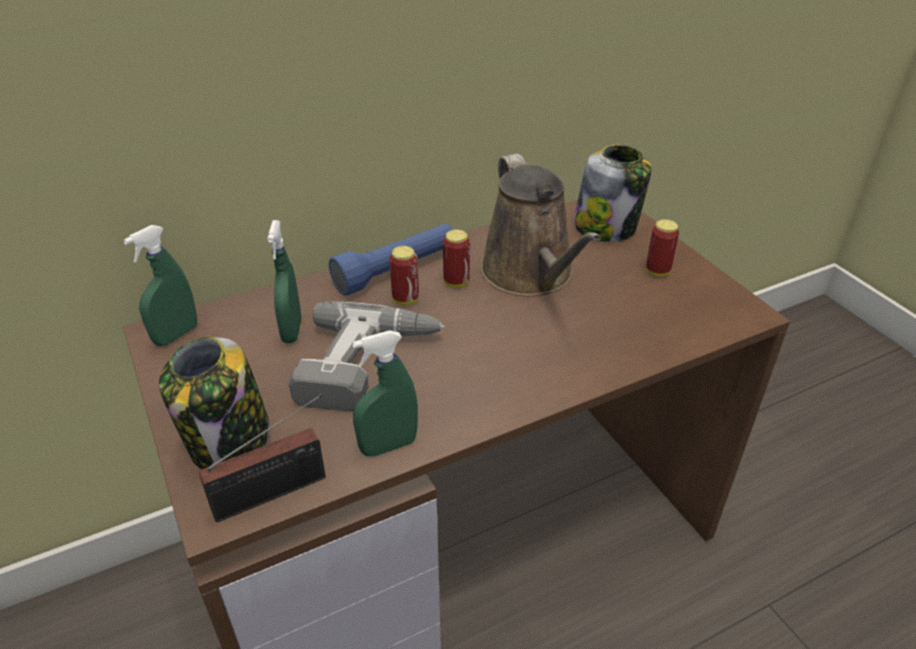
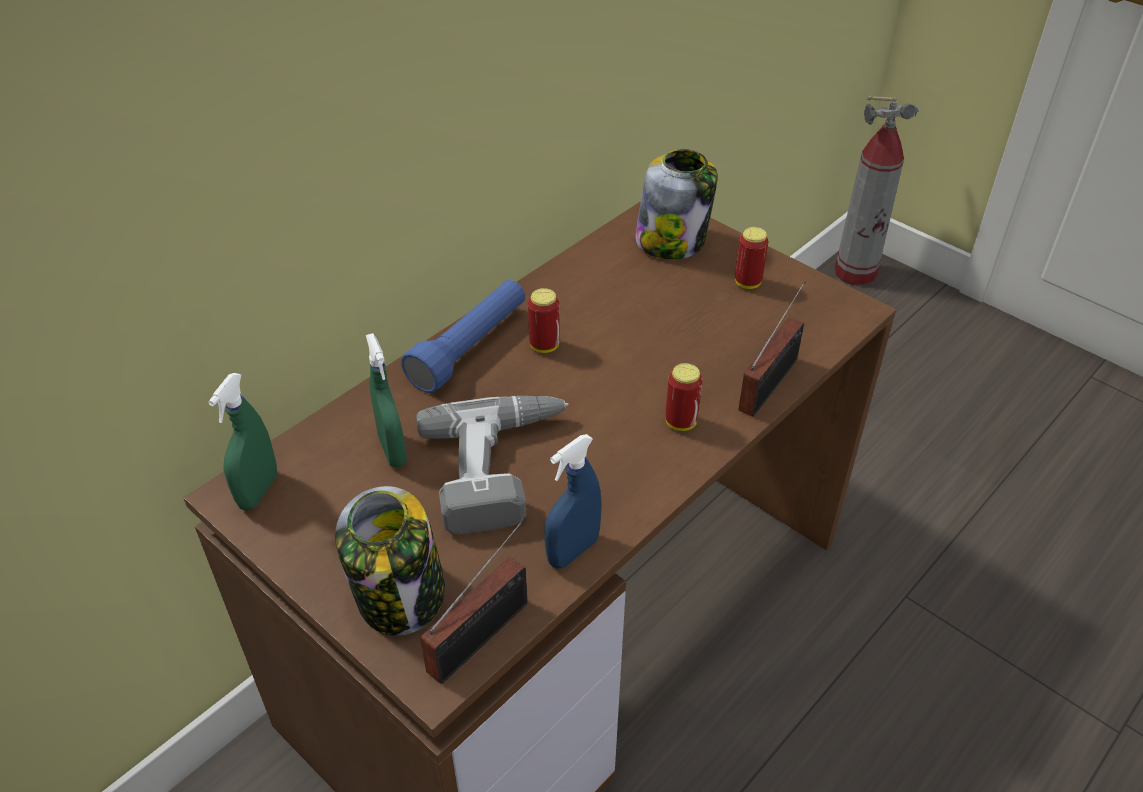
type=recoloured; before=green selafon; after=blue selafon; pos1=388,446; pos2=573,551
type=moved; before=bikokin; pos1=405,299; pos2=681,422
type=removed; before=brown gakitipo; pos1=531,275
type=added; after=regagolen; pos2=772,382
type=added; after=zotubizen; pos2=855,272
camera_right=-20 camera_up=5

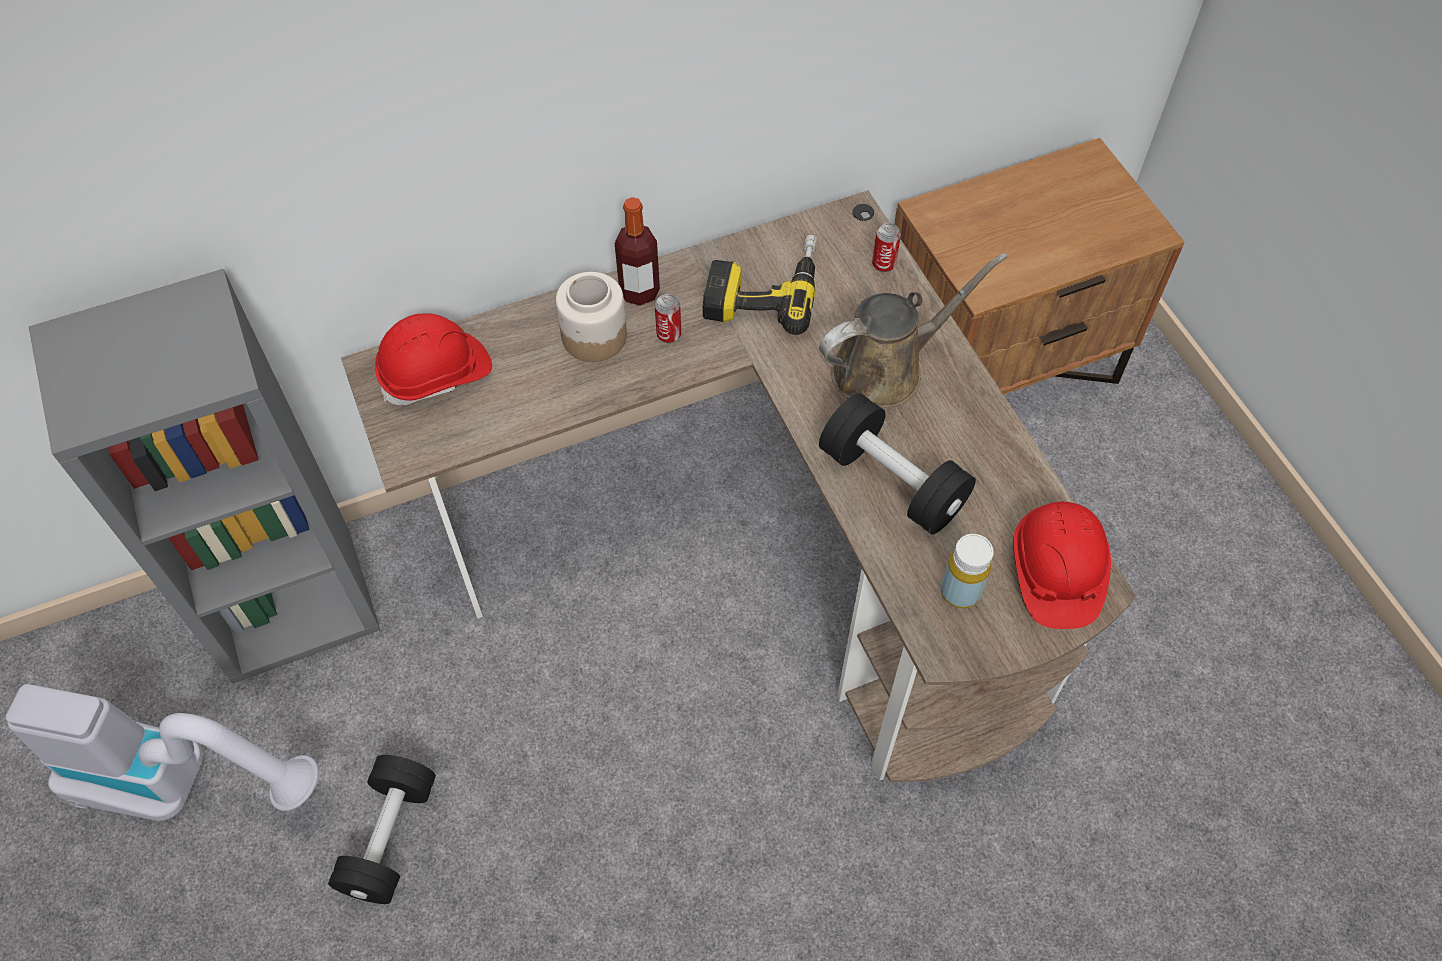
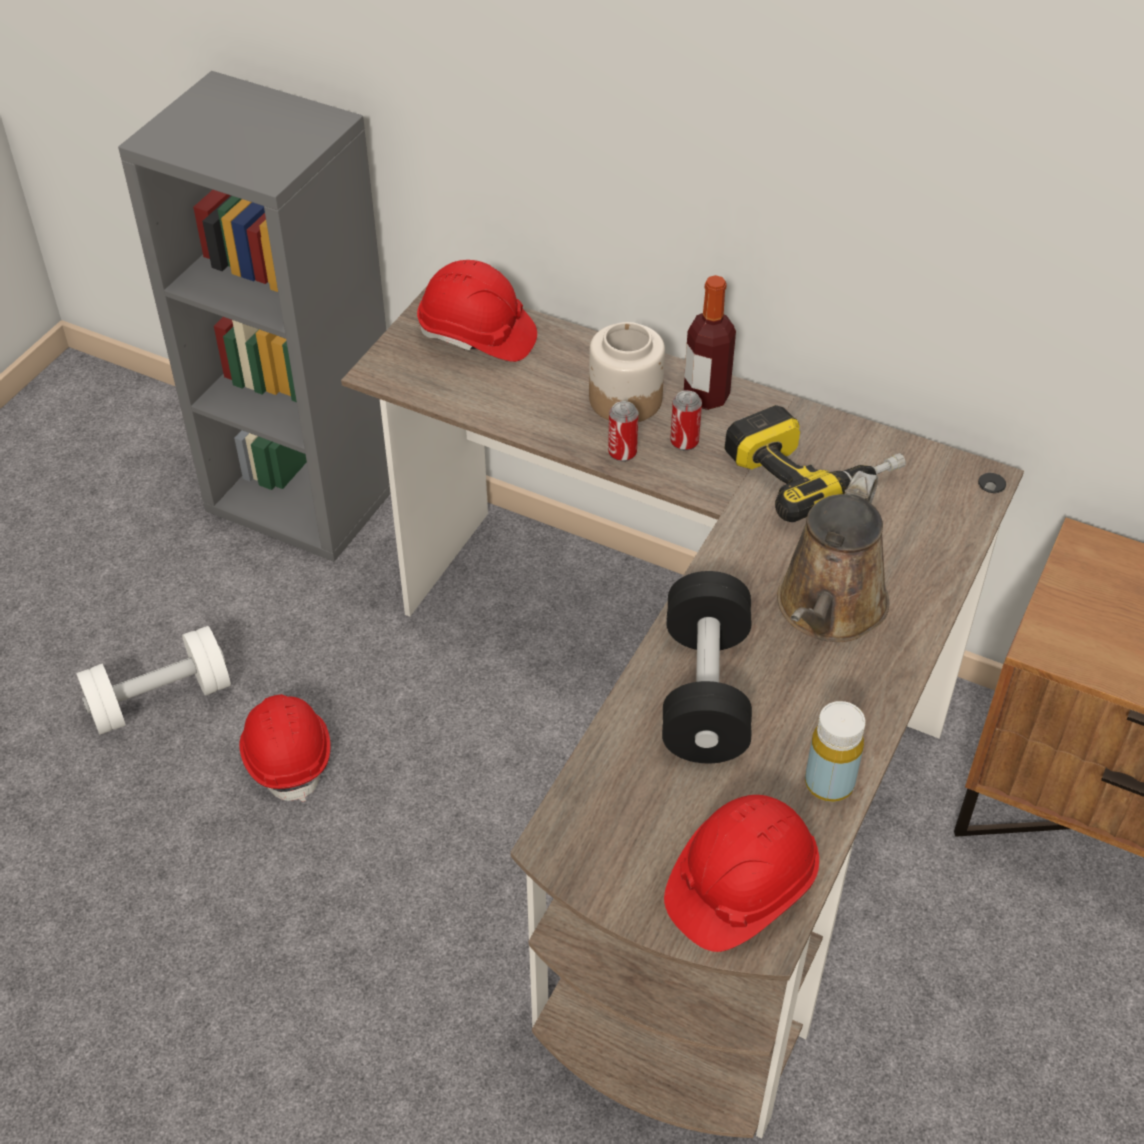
type=removed; before=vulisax; pos1=184,783
type=recoloured; before=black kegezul; after=white kegezul; pos1=390,838; pos2=160,699
type=turned; before=brown gakitipo; pos1=885,369; pos2=828,609; turn=90
type=moved; before=bikokin; pos1=883,264; pos2=622,453
type=moved; before=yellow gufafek; pos1=960,592; pos2=829,783
type=added; after=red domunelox; pos2=288,755
camera_right=50 camera_up=-10

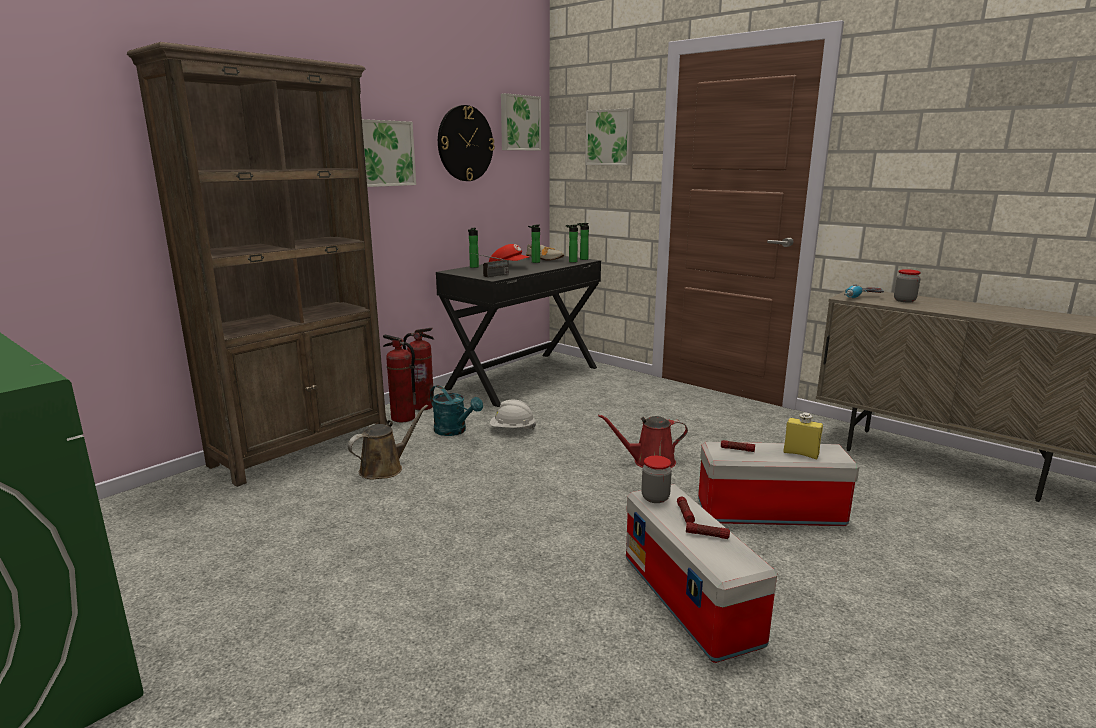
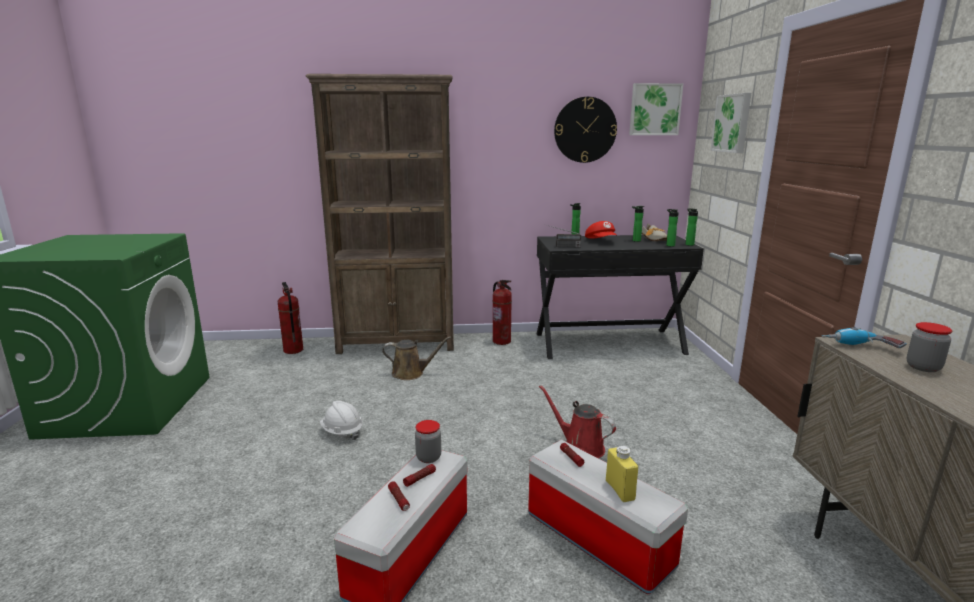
type=removed; before=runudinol; pos1=384,153
type=moved; before=zotubizen; pos1=402,418; pos2=293,350
type=removed; before=turquoise gakitipo; pos1=454,431
type=moved; before=white domunelox; pos1=512,430; pos2=342,432
camera_right=45 camera_up=0

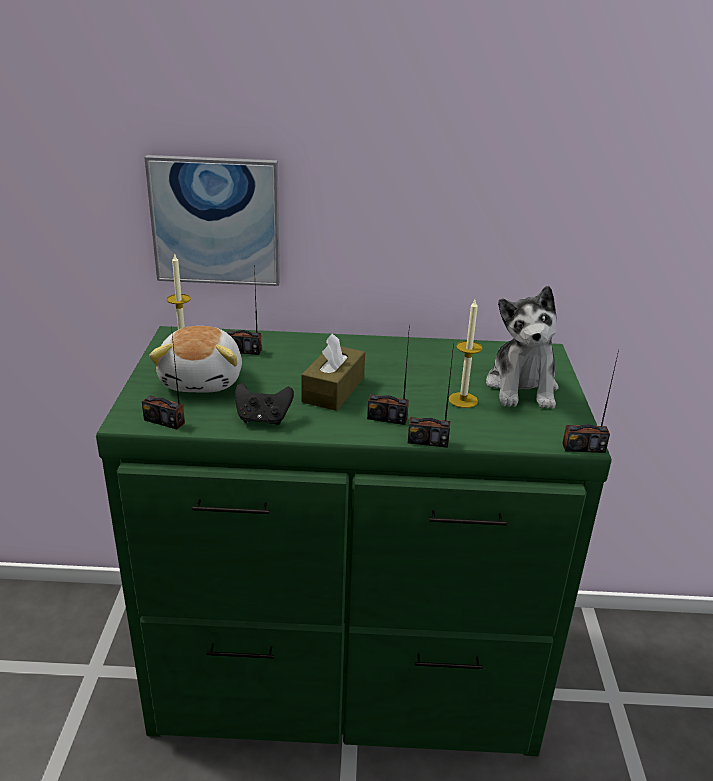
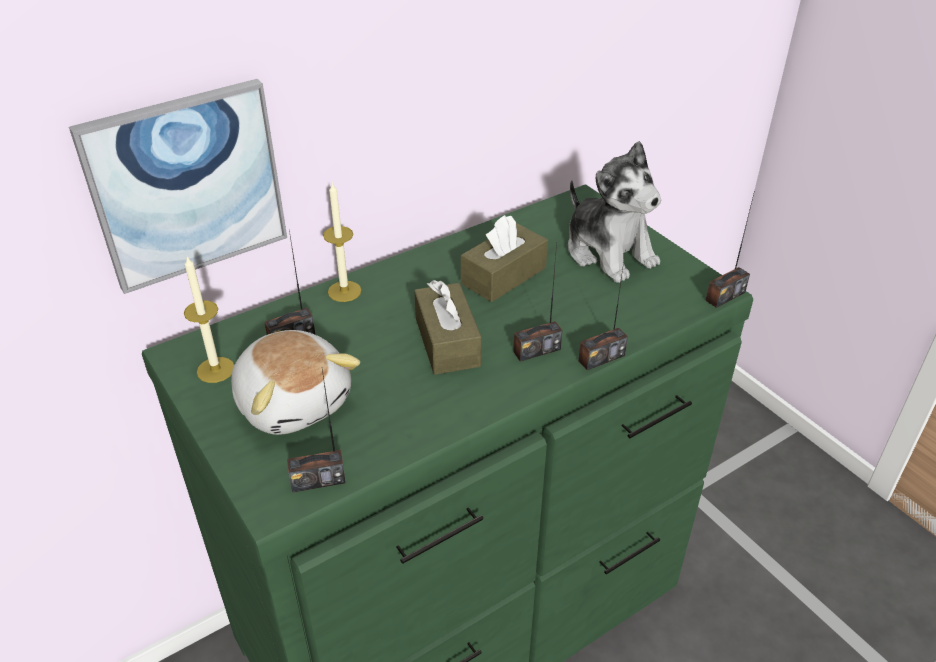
type=removed; before=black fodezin; pos1=263,419
type=moved; before=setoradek; pos1=463,400; pos2=344,291
type=added; after=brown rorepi; pos2=503,276
camera_right=-35 camera_up=10

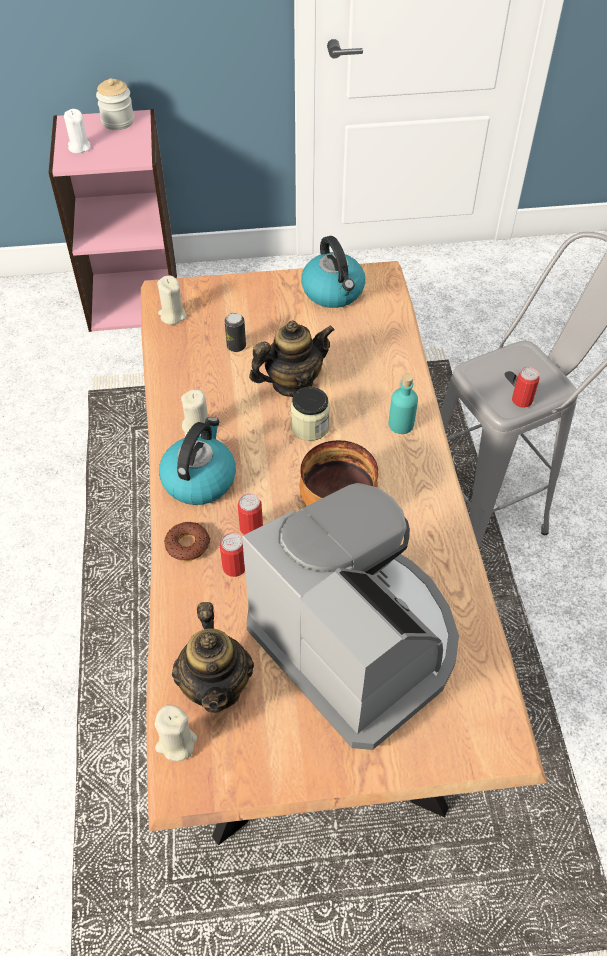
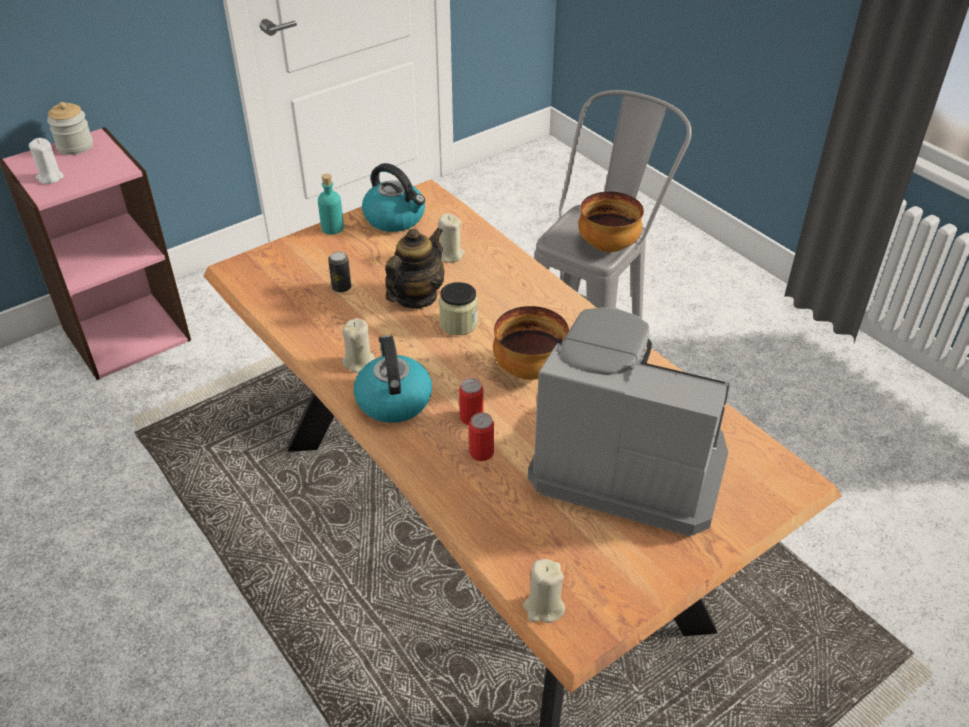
type=moved; before=beige setoradek; pos1=172,315; pos2=449,255
type=removed; before=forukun; pos1=187,544
type=removed; before=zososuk; pos1=217,685
type=moved; before=turquoise gufafek; pos1=401,424; pos2=332,228
type=replaced; before=bikokin; after=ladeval; pos1=522,400; pos2=608,247
camera_right=-30 camera_up=-10

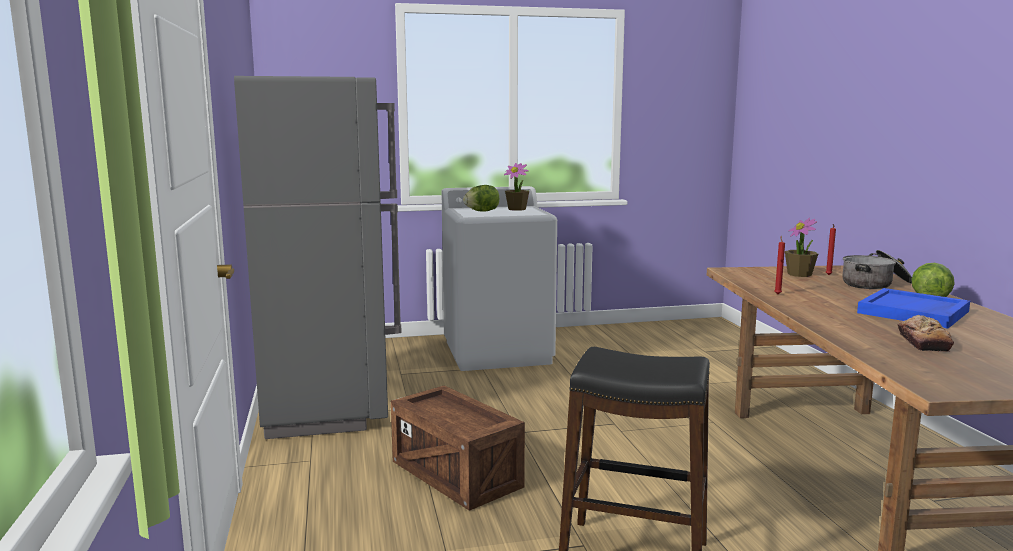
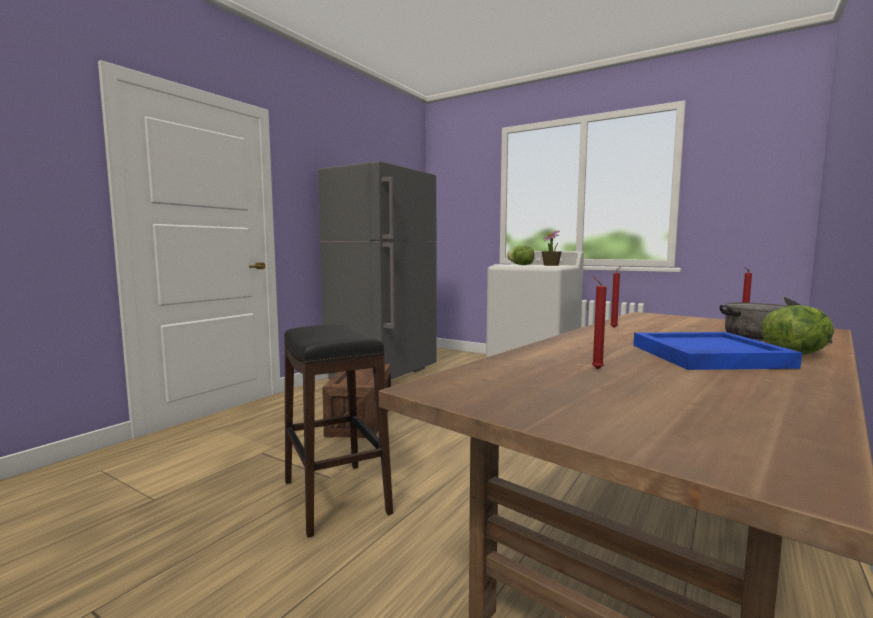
type=removed; before=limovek; pos1=799,274
type=replaced; before=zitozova; after=red setoradek; pos1=923,342; pos2=595,369
camera_right=45 camera_up=-5

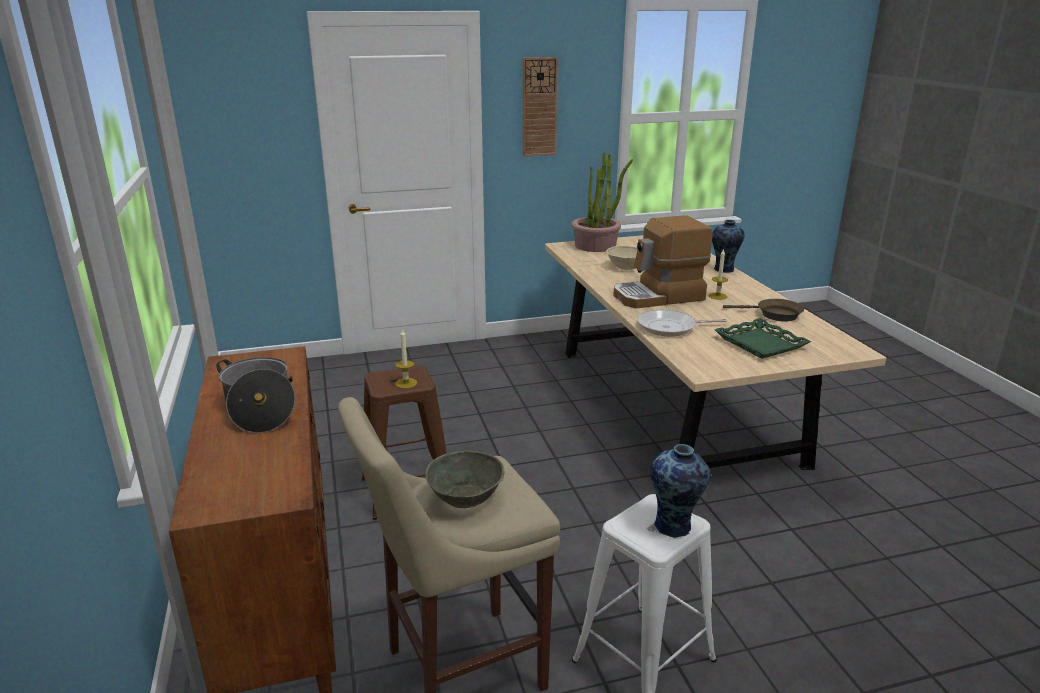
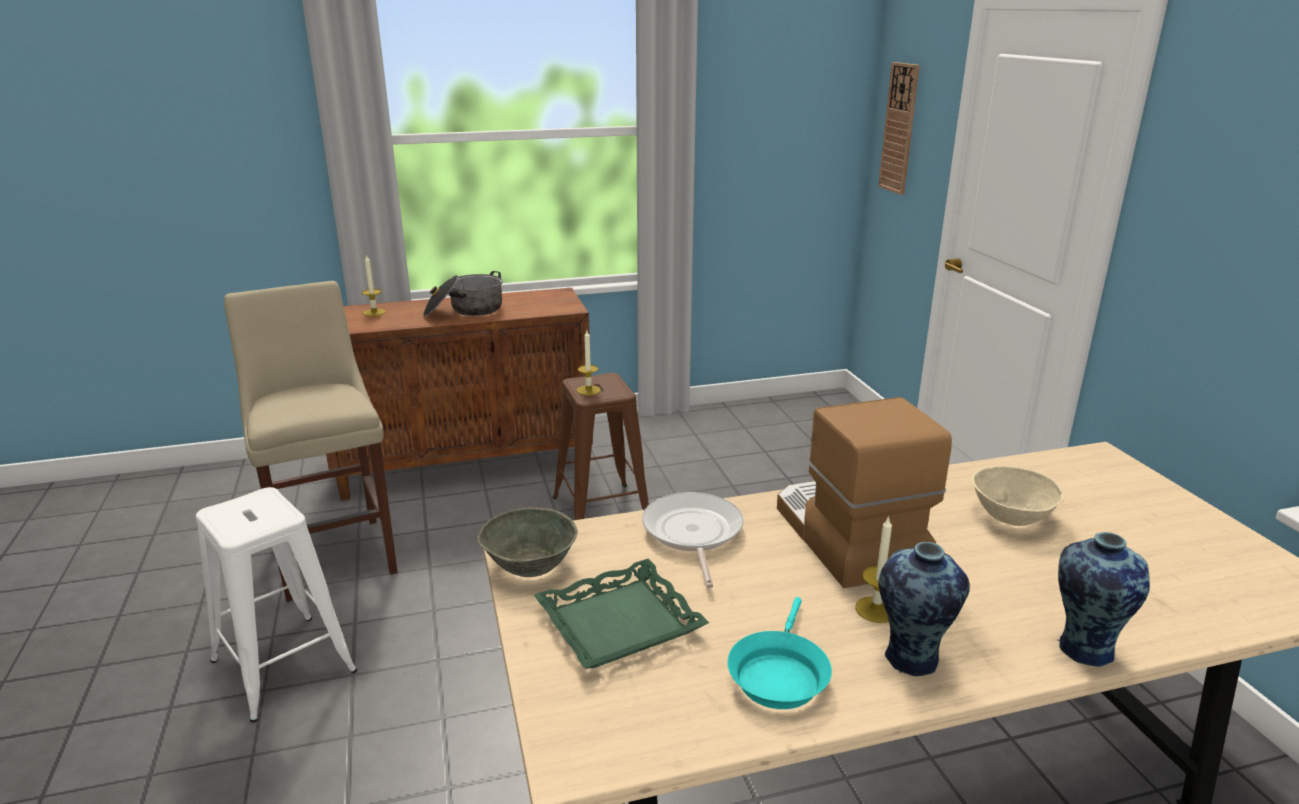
type=moved; before=grey ladeval; pos1=466,497; pos2=529,564
type=moved; before=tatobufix; pos1=539,107; pos2=899,128
type=removed; before=limovek; pos1=596,245
type=moved; before=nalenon; pos1=674,526; pos2=911,660
type=recoloured; before=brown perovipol; after=turquoise perovipol; pos1=774,315; pos2=778,674
type=added; after=setoradek; pos2=374,312
camera_right=90 camera_up=0

